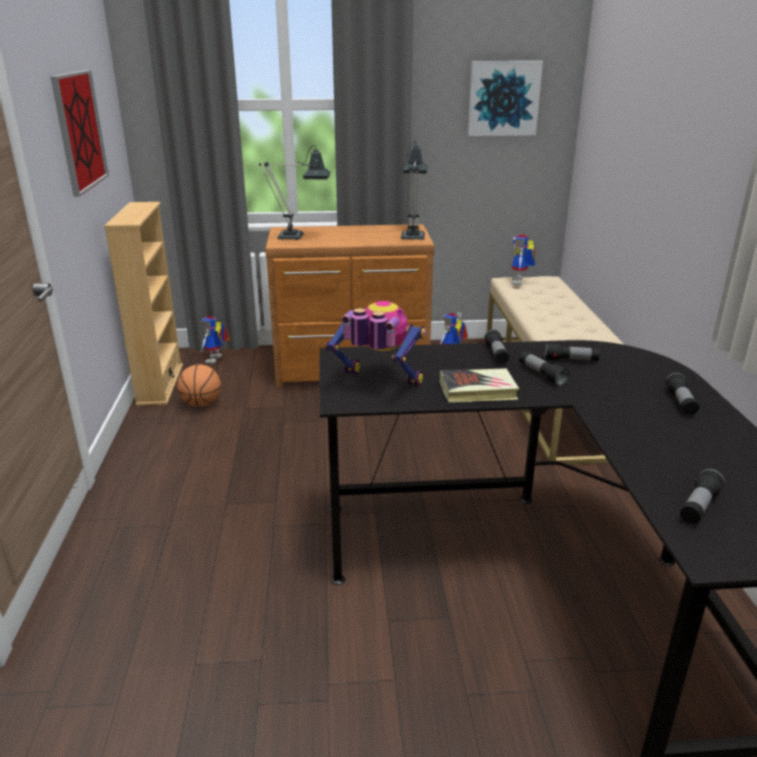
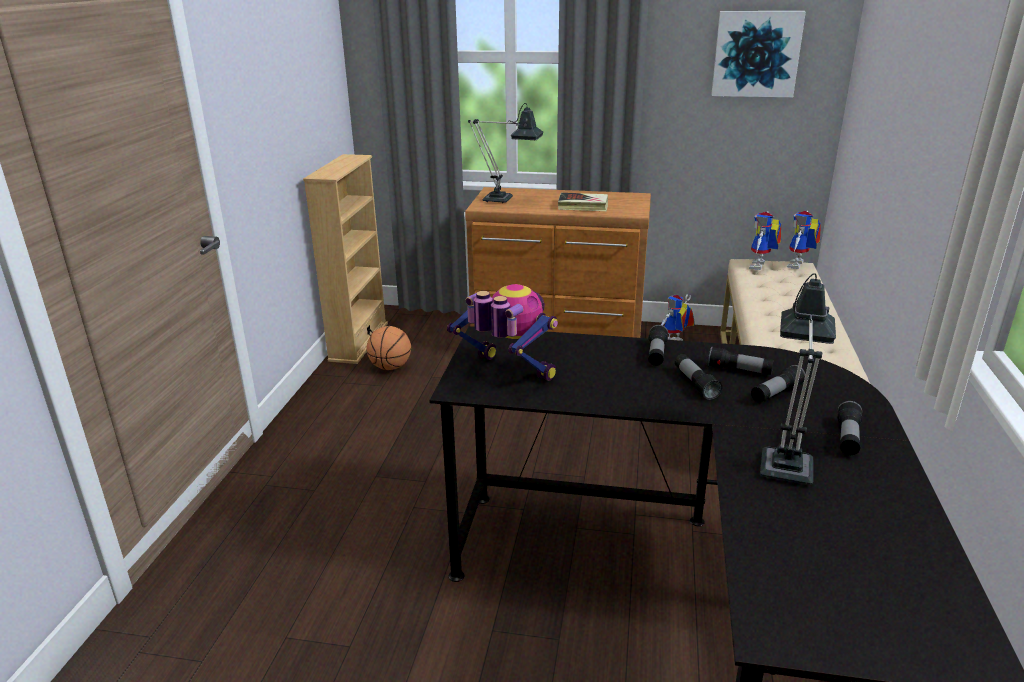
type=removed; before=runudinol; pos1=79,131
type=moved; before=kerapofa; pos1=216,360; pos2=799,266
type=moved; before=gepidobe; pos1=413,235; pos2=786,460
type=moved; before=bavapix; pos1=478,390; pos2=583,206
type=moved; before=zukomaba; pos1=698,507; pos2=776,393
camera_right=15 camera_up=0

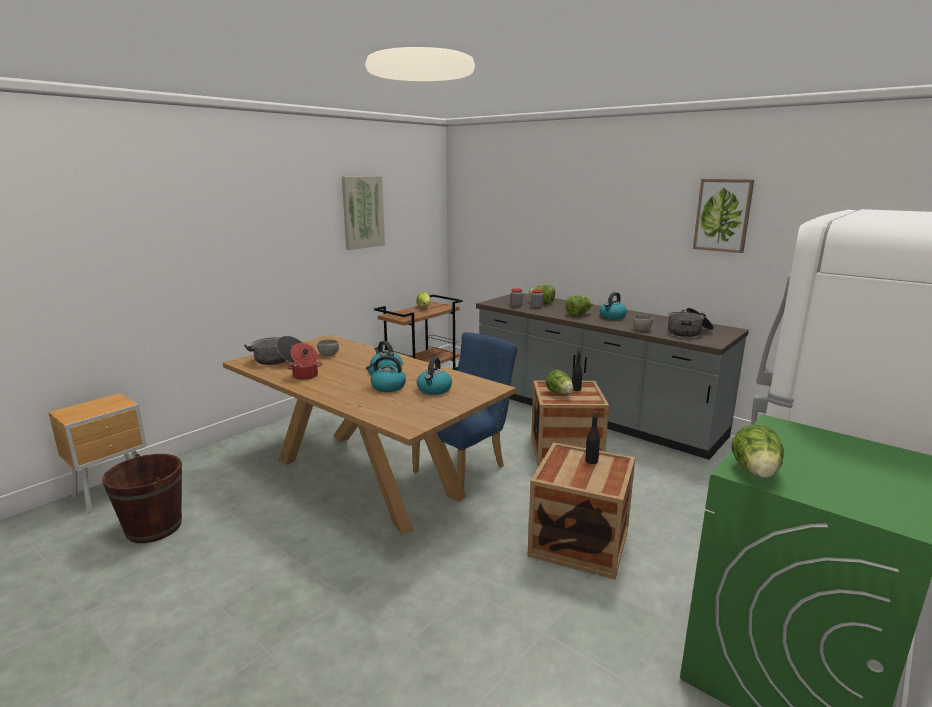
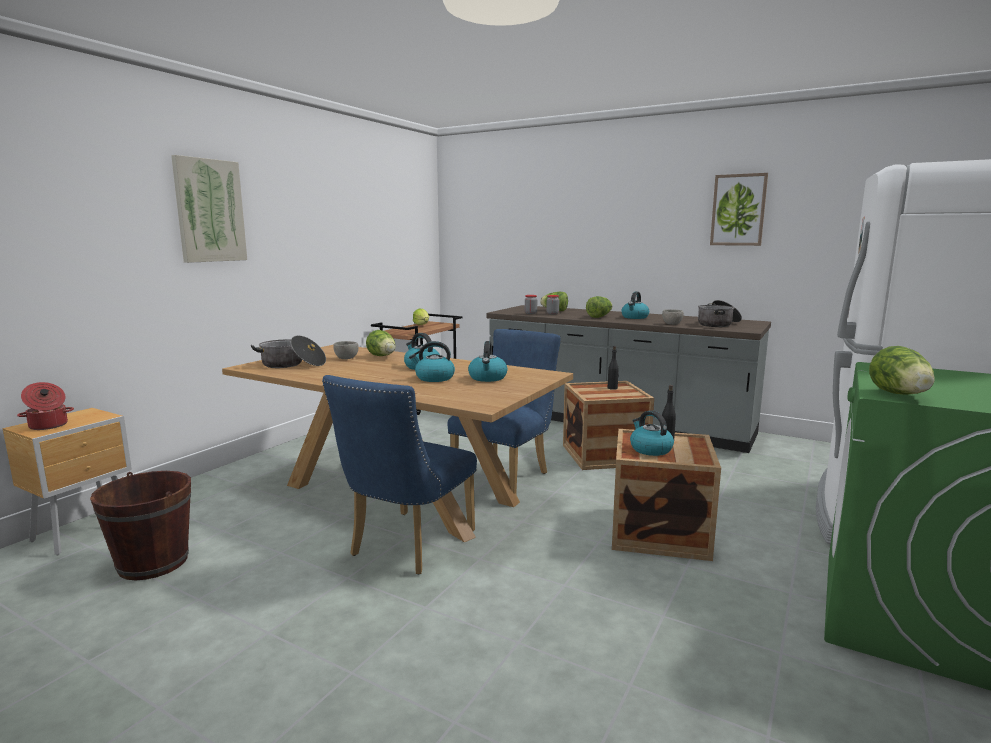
type=moved; before=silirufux; pos1=305,376; pos2=48,426
type=moved; before=runudinol; pos1=362,212; pos2=209,211
type=moved; before=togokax; pos1=559,393; pos2=383,356
type=added; after=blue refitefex; pos2=406,546
type=added; after=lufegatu; pos2=650,449
camera_right=-10 camera_up=-5

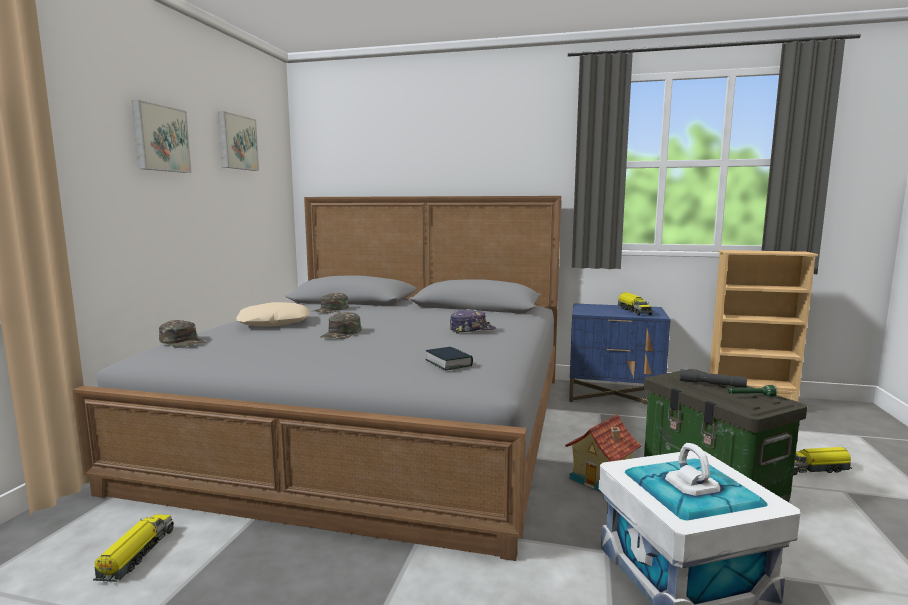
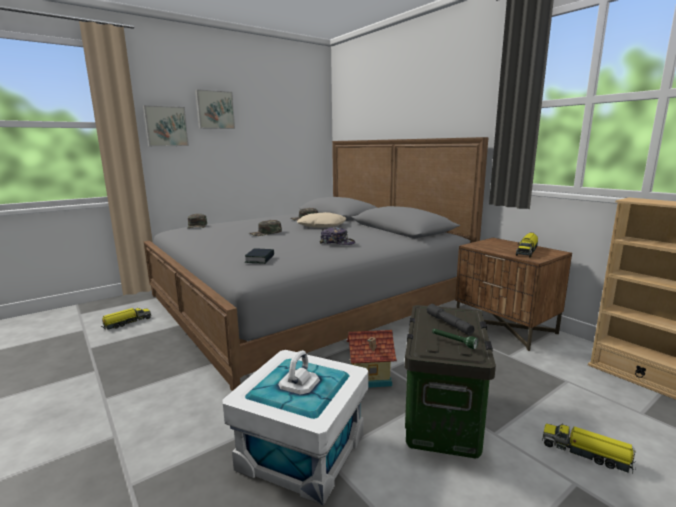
type=moved; before=runudinol; pos1=236,142; pos2=166,126
type=moved; before=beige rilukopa; pos1=274,323; pos2=321,226
type=recoloured; before=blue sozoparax; after=brown sozoparax; pos1=614,395; pos2=505,327
camera_right=40 camera_up=5

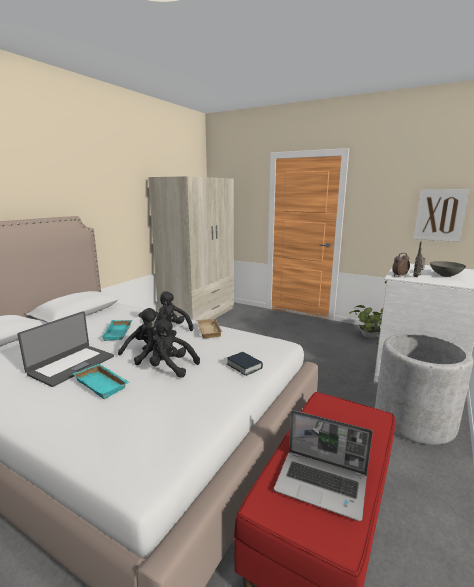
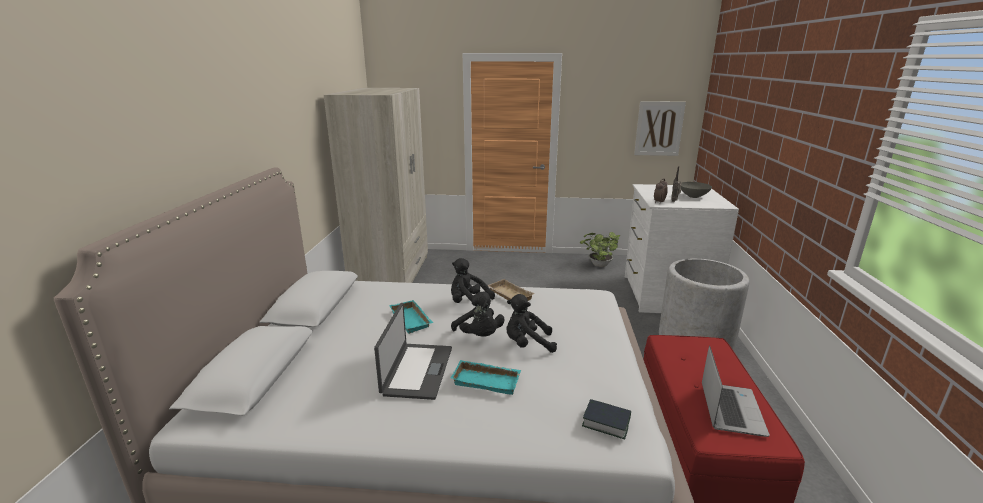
type=turned; before=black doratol; pos1=145,353; pos2=479,336; turn=135
type=moved; before=bavapix; pos1=244,366; pos2=606,422
type=turned; before=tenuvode; pos1=322,484; pos2=730,409; turn=-75
camera_right=-25 camera_up=5

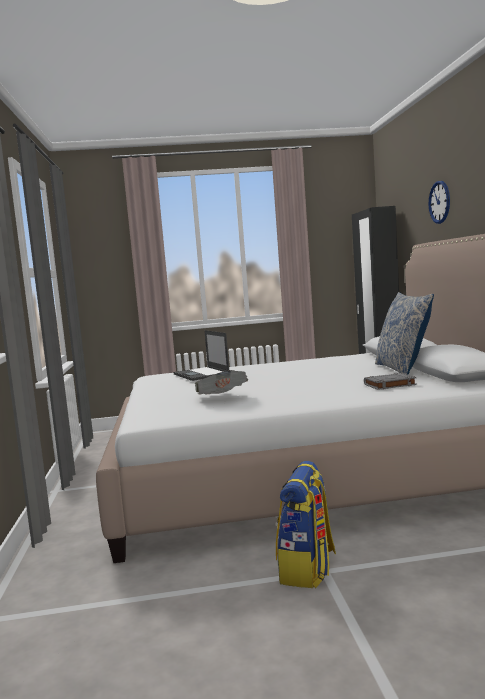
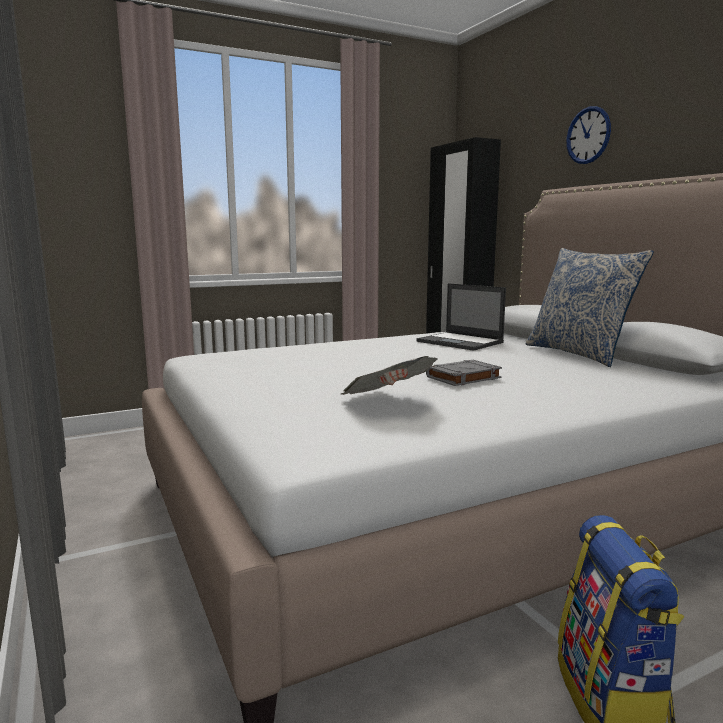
type=moved; before=tenuvode; pos1=202,374; pos2=460,342
type=moved; before=grey bavapix; pos1=389,385; pos2=463,378
camera_right=-20 camera_up=5

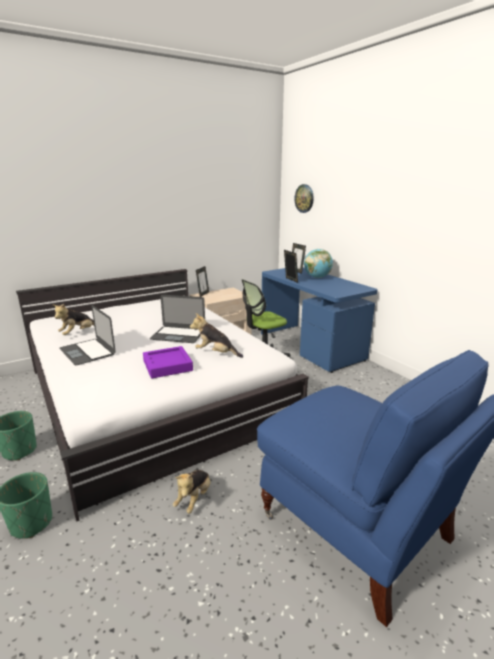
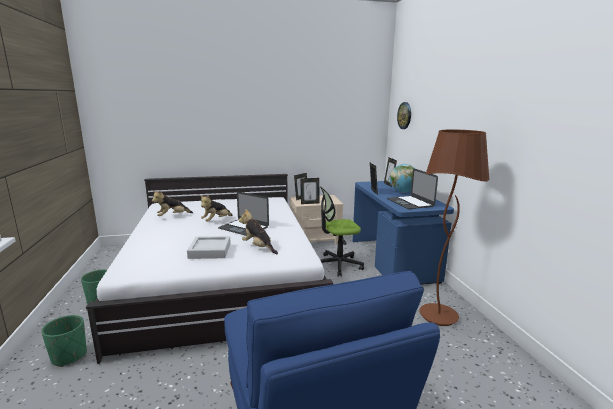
type=moved; before=tenuvode; pos1=87,351; pos2=410,202
type=recoloured; before=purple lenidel; after=grey lenidel; pos1=167,366; pos2=210,251
type=moved; before=doratol; pos1=194,499; pos2=216,221
type=added; after=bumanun; pos2=309,203
type=added; after=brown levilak; pos2=438,316
camera_right=20 camera_up=-5

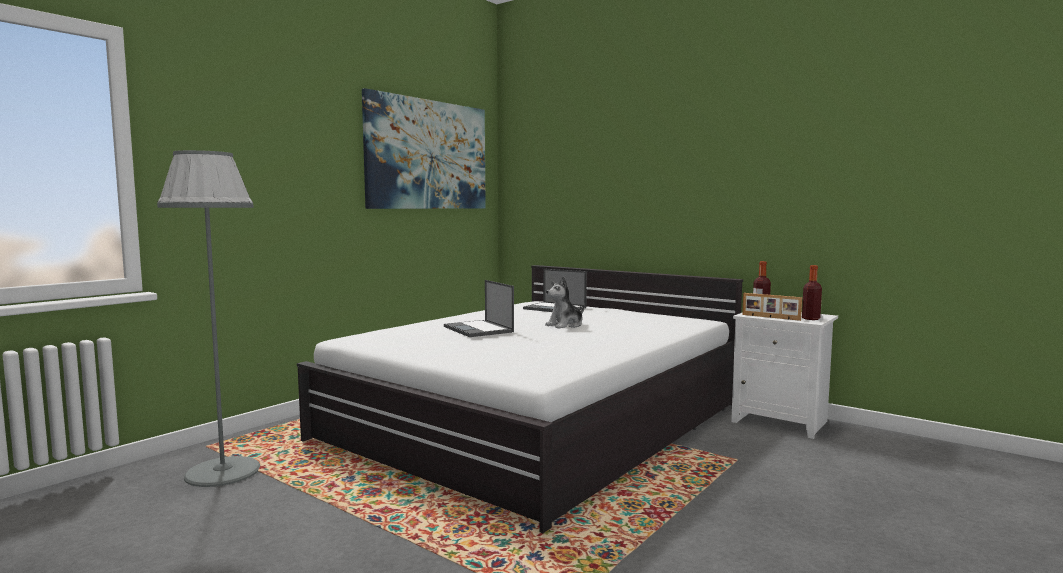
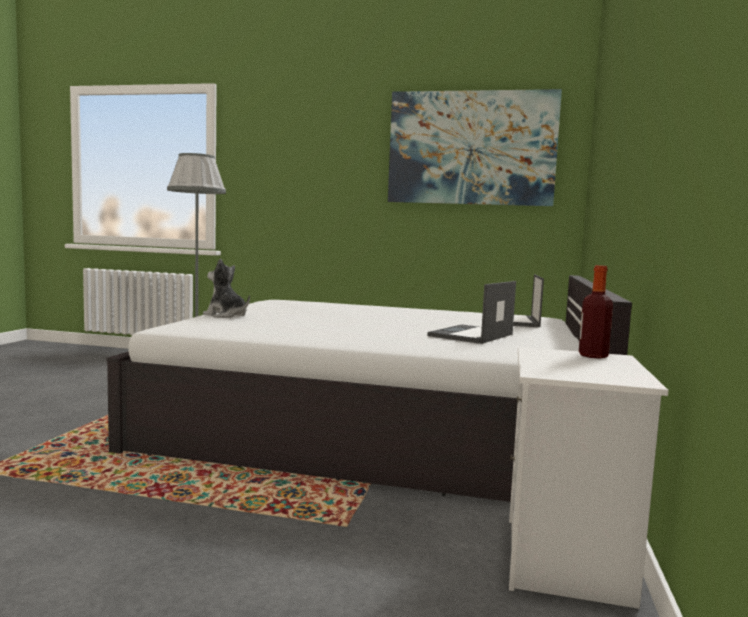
type=moved; before=tenuvode; pos1=479,329; pos2=471,335
type=moved; before=doratol; pos1=565,325; pos2=226,315
type=removed; before=bumanun; pos1=770,317
type=removed; before=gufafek; pos1=810,319
camera_right=65 camera_up=0

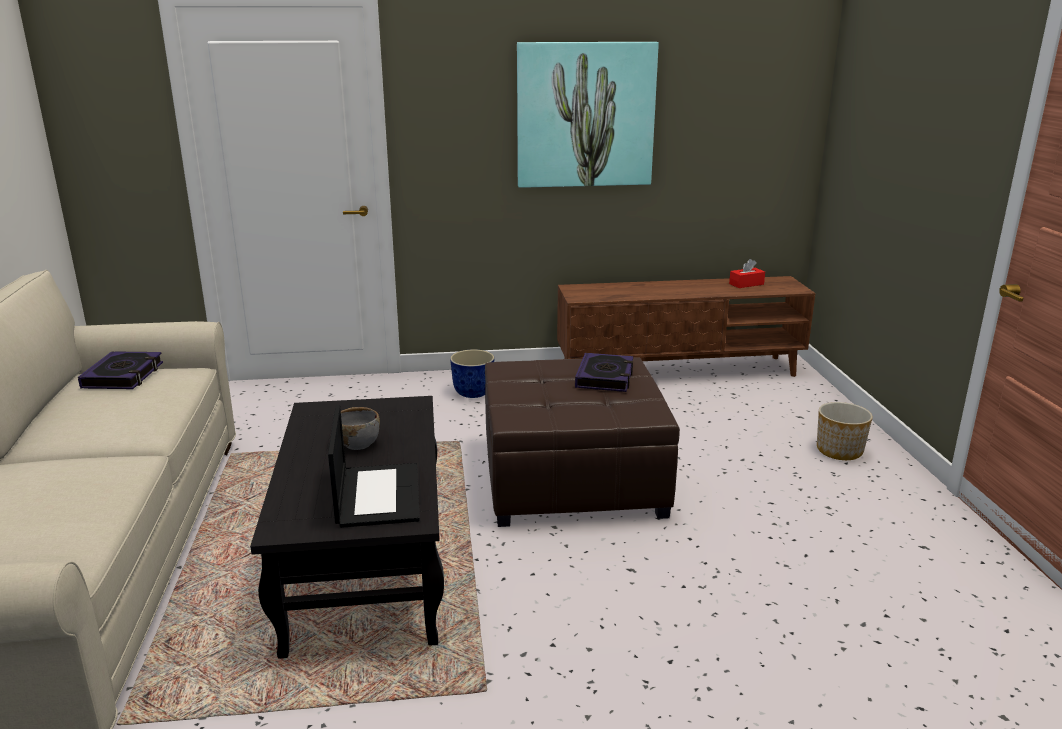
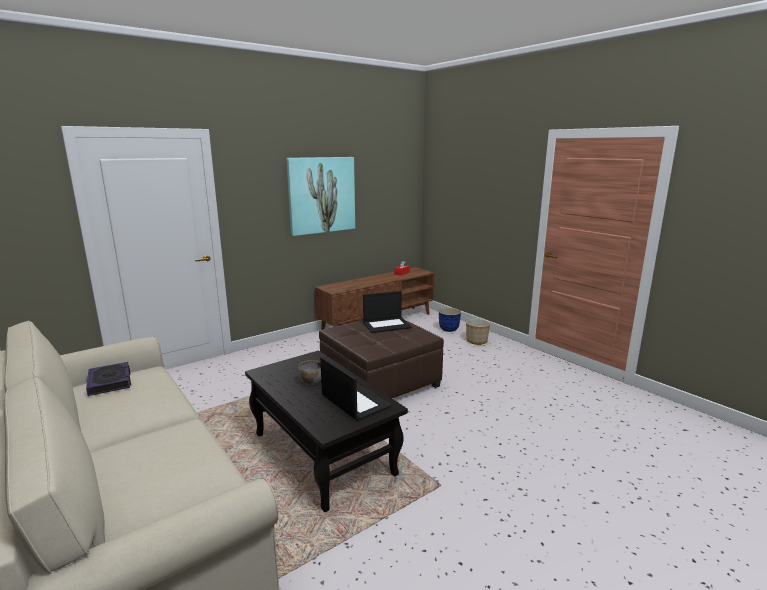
type=moved; before=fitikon; pos1=472,393; pos2=449,329
type=replaced; before=bavapix; after=tenuvode; pos1=605,377; pos2=387,325
camera_right=-30 camera_up=-5

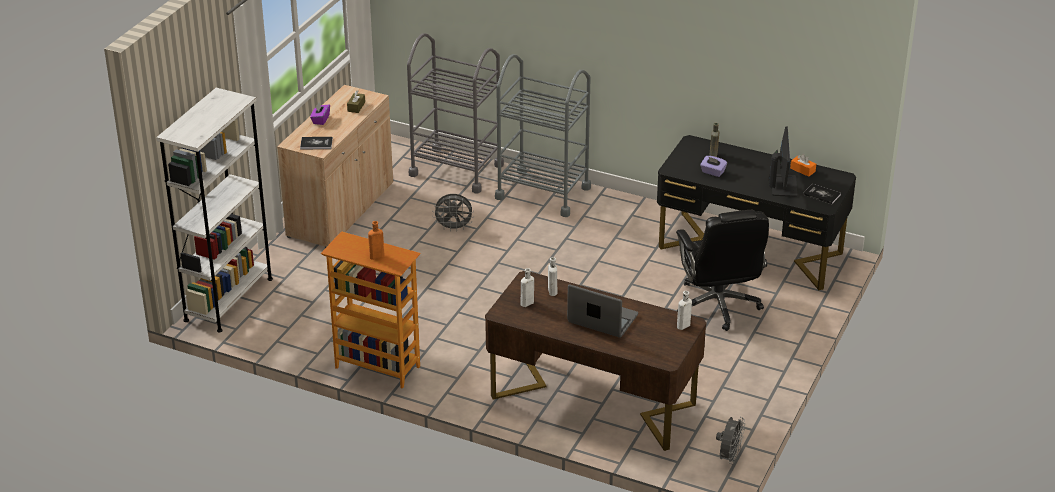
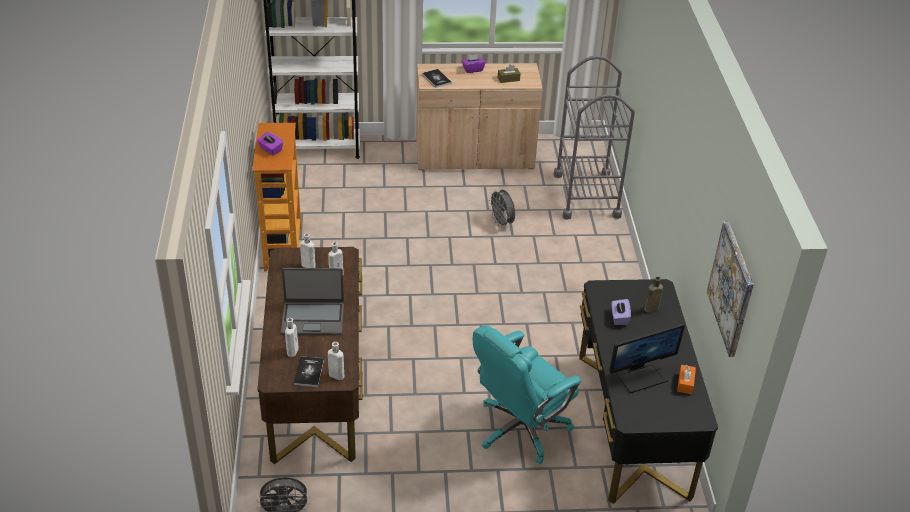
type=replaced; before=orange gufafek; after=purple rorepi; pos1=375,256; pos2=270,149
type=removed; before=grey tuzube; pos1=543,193
type=turned; before=tenuvode; pos1=602,319; pos2=313,318; turn=90
type=recoloured; before=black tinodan; after=turquoise tinodan; pos1=718,305; pos2=520,428
type=moved; before=bavapix; pos1=822,195; pos2=309,372
type=added; after=white gufafek; pos2=293,350
type=added; after=runudinol; pos2=731,288
camera_right=60 camera_up=5

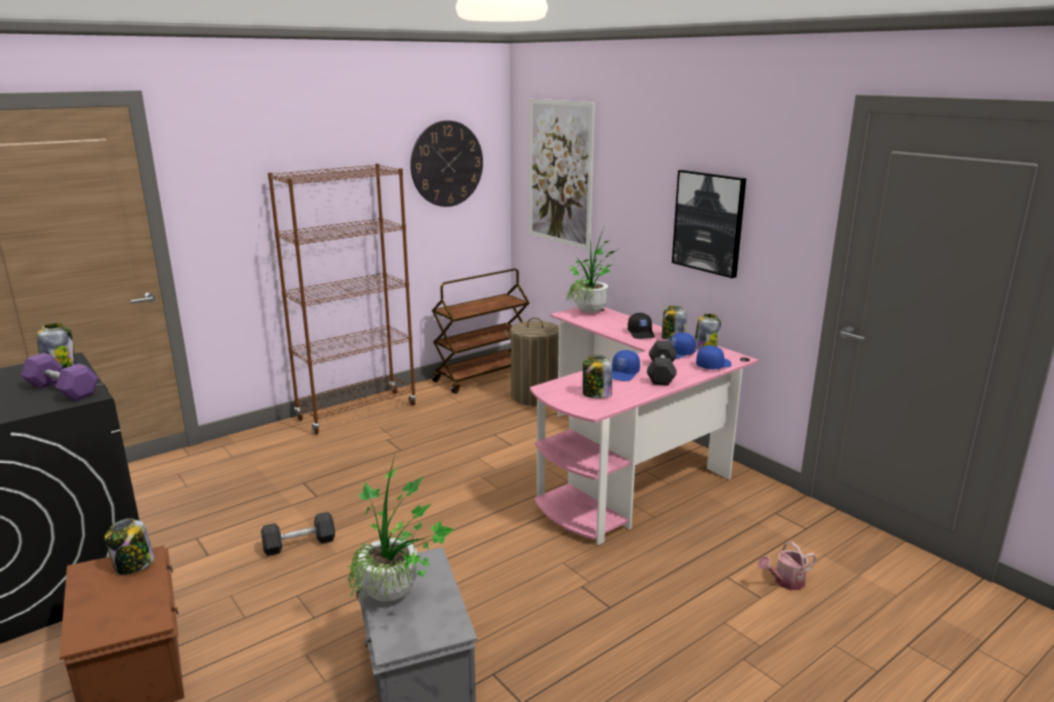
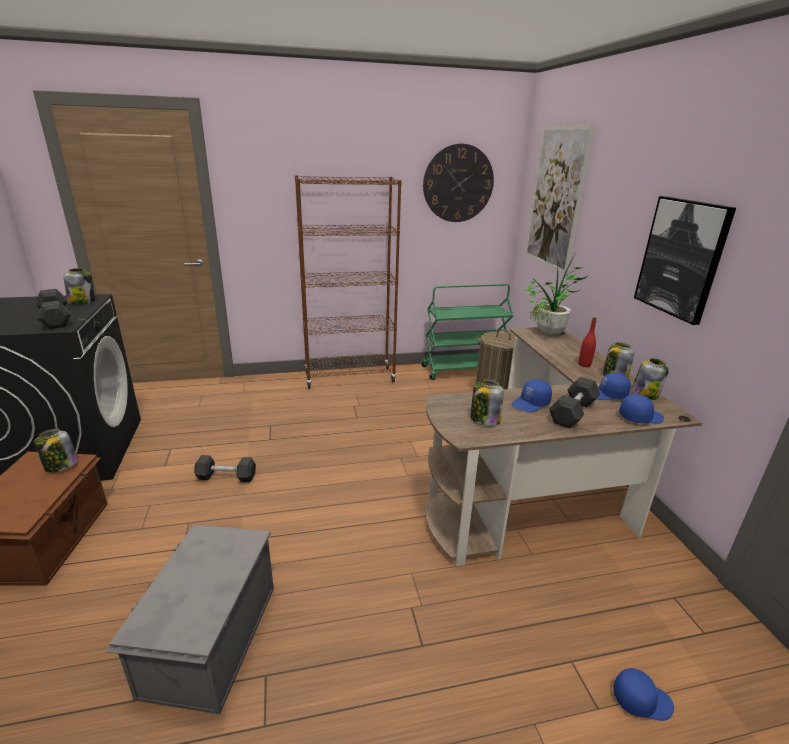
type=recoloured; before=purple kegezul; after=grey kegezul; pos1=62,390; pos2=55,319
type=removed; before=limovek; pos1=397,598
type=recoloured; before=brown tuzube; after=green tuzube; pos1=482,376; pos2=463,370
type=recoloured; before=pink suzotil; after=brown suzotil; pos1=630,465; pos2=541,488
type=replaced; before=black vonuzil; after=red gufafek; pos1=641,333; pos2=584,364
type=replaced; before=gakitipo; after=blue vonuzil; pos1=785,582; pos2=641,699
camera_right=25 camera_up=5

